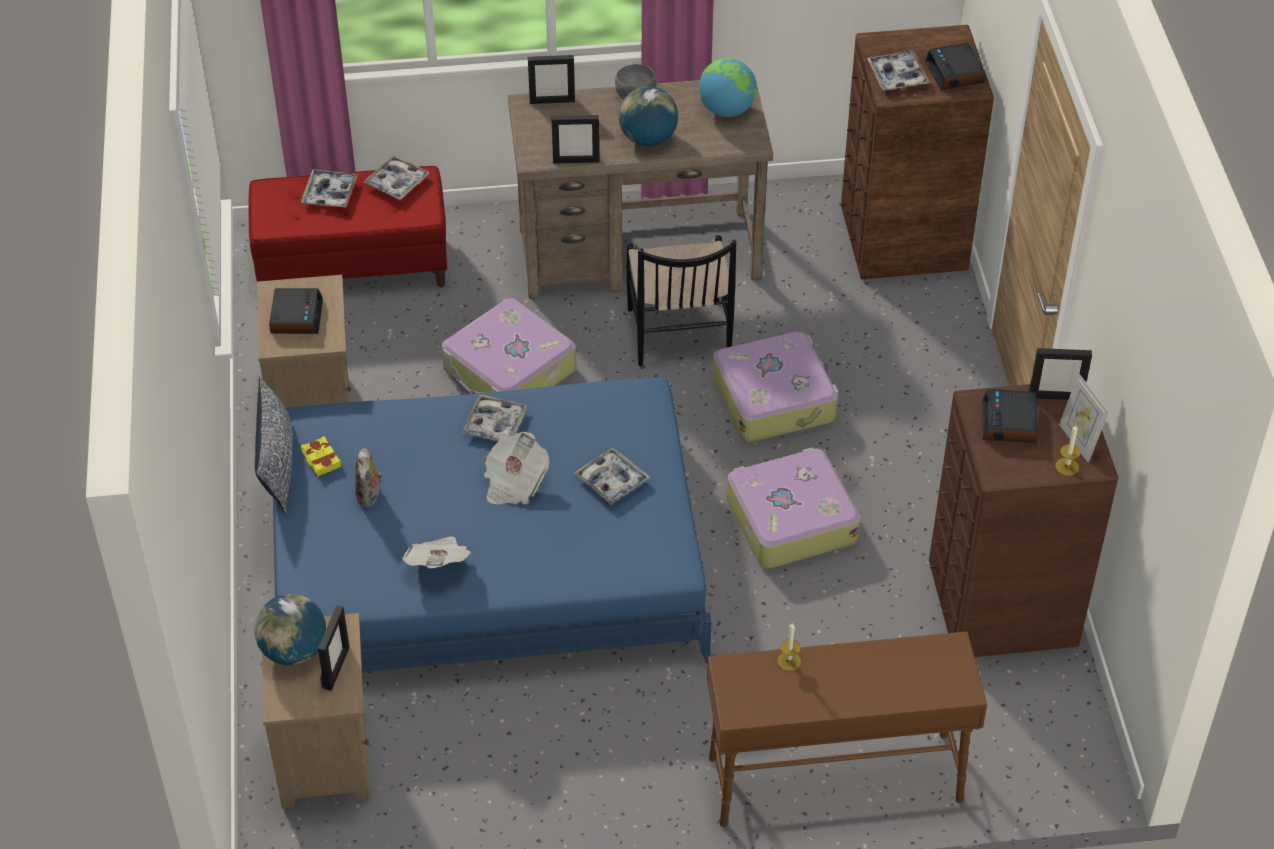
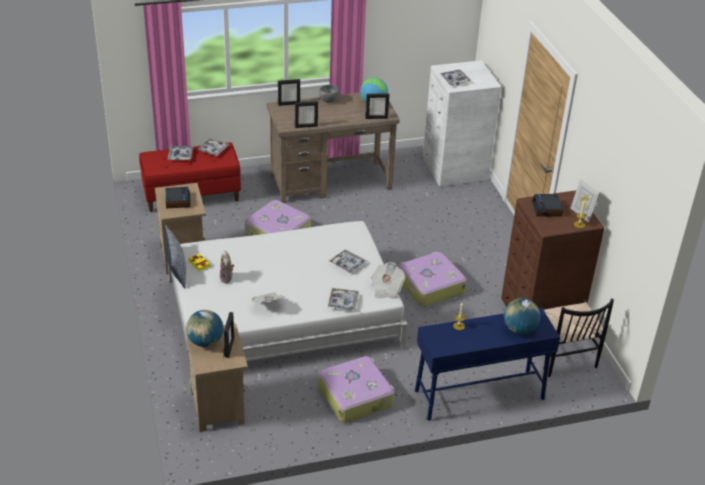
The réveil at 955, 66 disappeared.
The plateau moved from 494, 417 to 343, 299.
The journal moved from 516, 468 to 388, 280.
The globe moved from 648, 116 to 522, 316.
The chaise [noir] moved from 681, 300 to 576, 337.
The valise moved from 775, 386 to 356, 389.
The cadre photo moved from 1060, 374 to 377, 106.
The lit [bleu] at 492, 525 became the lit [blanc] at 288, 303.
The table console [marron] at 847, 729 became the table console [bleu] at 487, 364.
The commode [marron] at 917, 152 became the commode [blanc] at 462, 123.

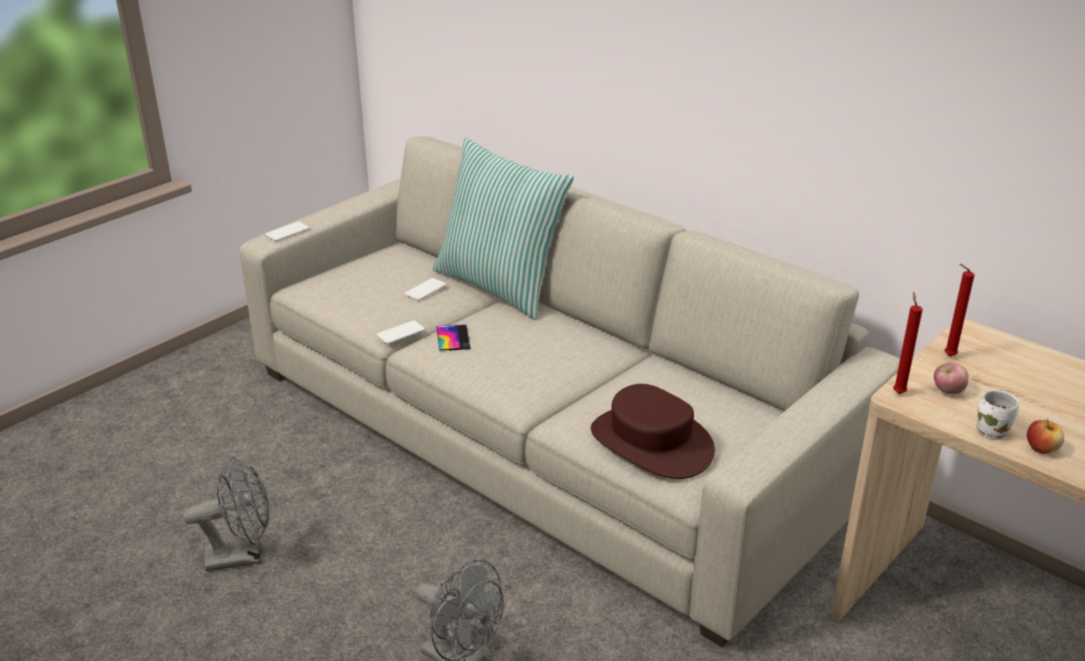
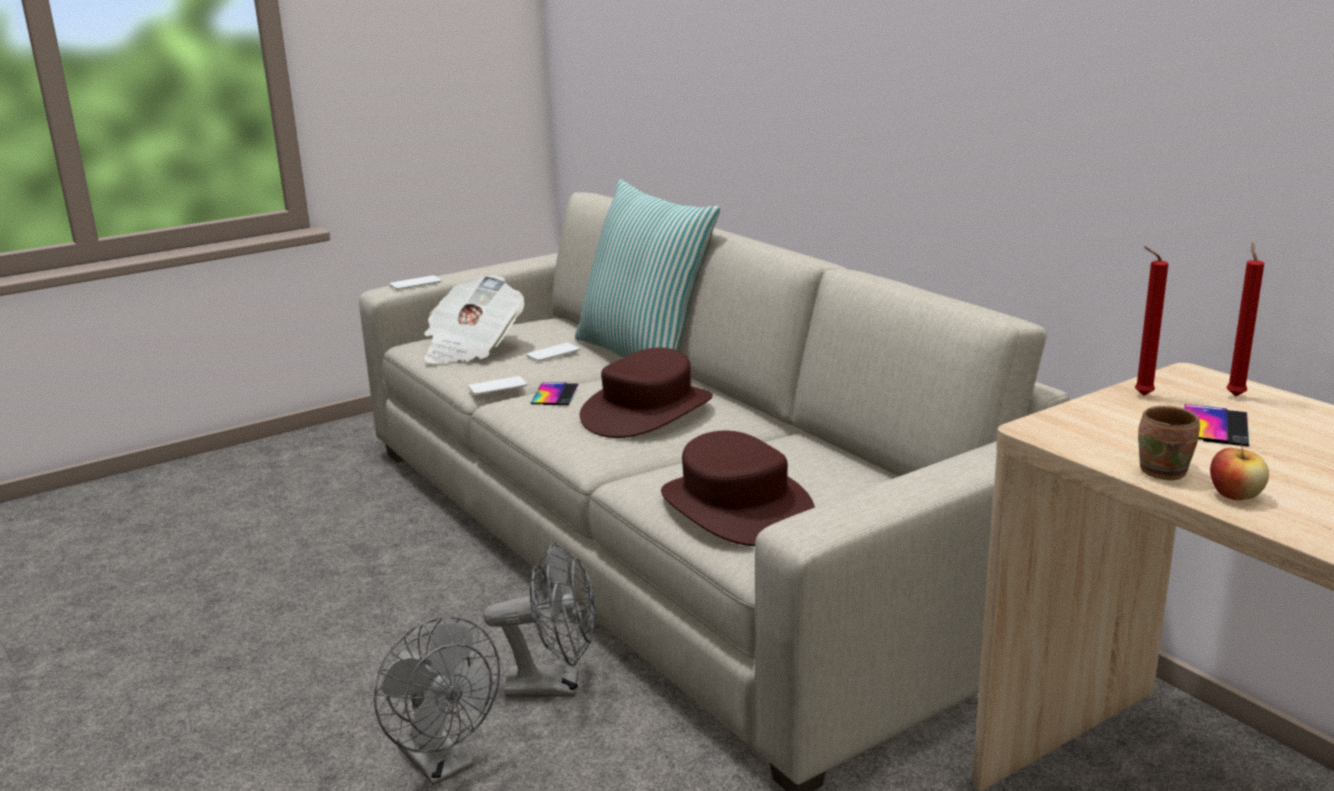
The pomme at 951, 378 disappeared.
The journal at 474, 319 appeared.
The chapeau [marron] at 646, 392 appeared.
The téléphone at 1216, 425 appeared.
The ventilateur [gris] moved from 226, 514 to 539, 620.
The bougie [rouge] moved from 907, 343 to 1245, 319.
The mug [blanc] at 998, 415 became the mug [marron] at 1169, 443.

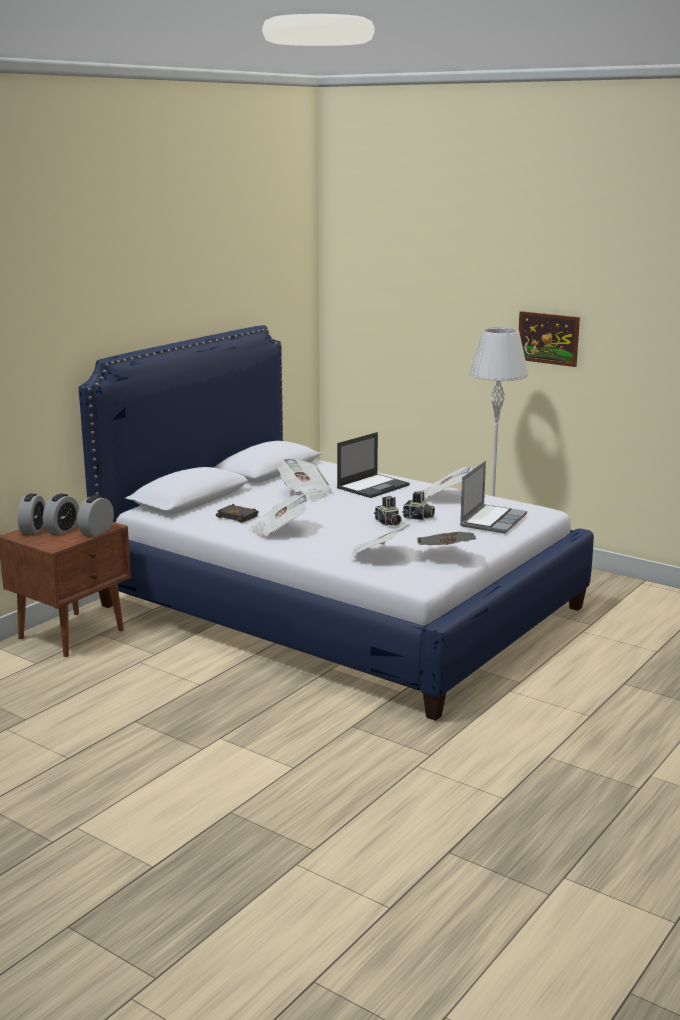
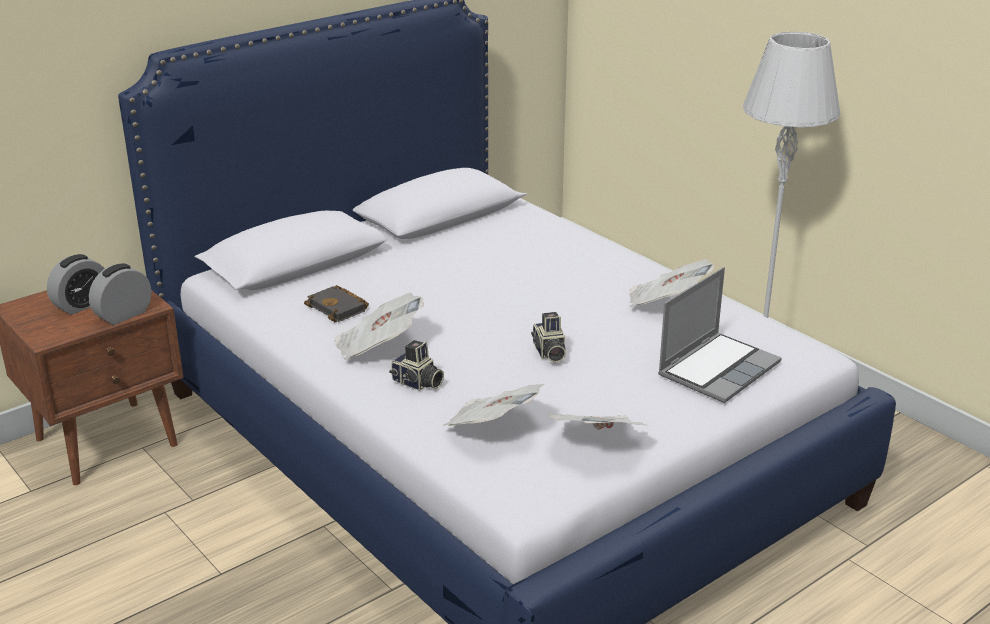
The réveil at 31, 514 disappeared.
The journal at 305, 479 disappeared.
The ordinateur portable at 373, 465 disappeared.
The tableau at 549, 339 disappeared.
The appareil photo moved from 418, 505 to 416, 365.

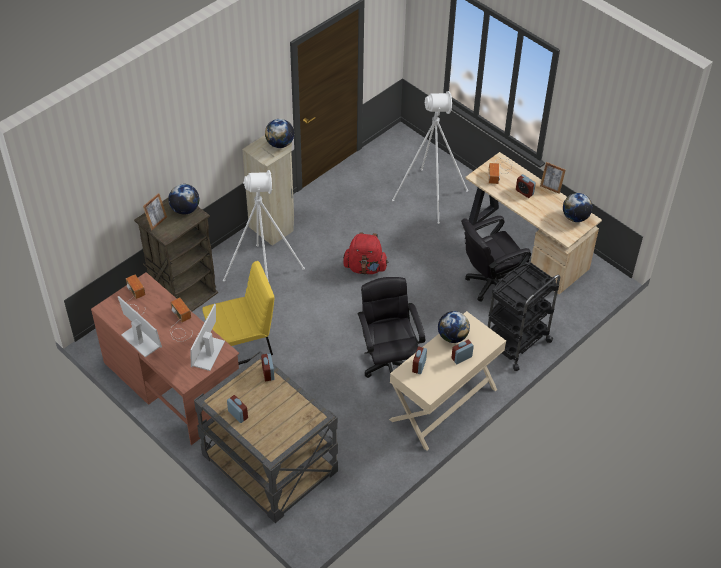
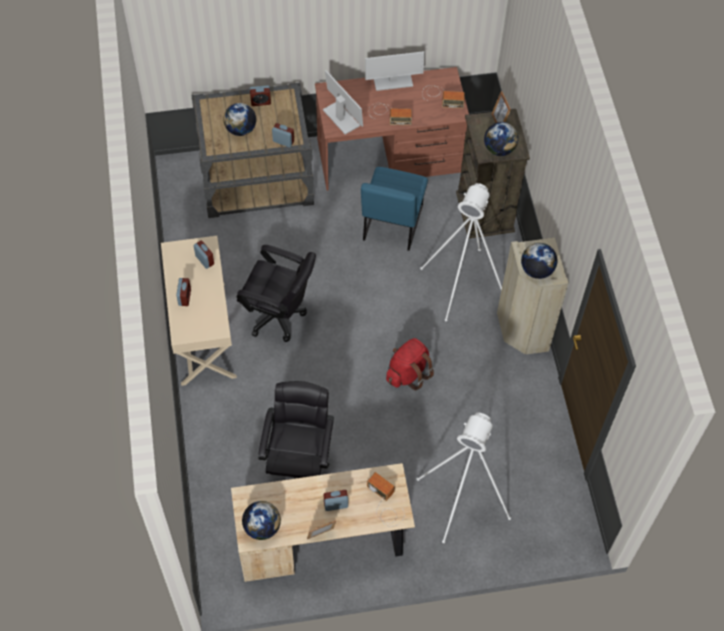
The chariot [noir] at 524, 316 disappeared.
The globe moved from 454, 327 to 240, 119.
The chaise [jaune] at 238, 313 became the chaise [bleu] at 394, 209.

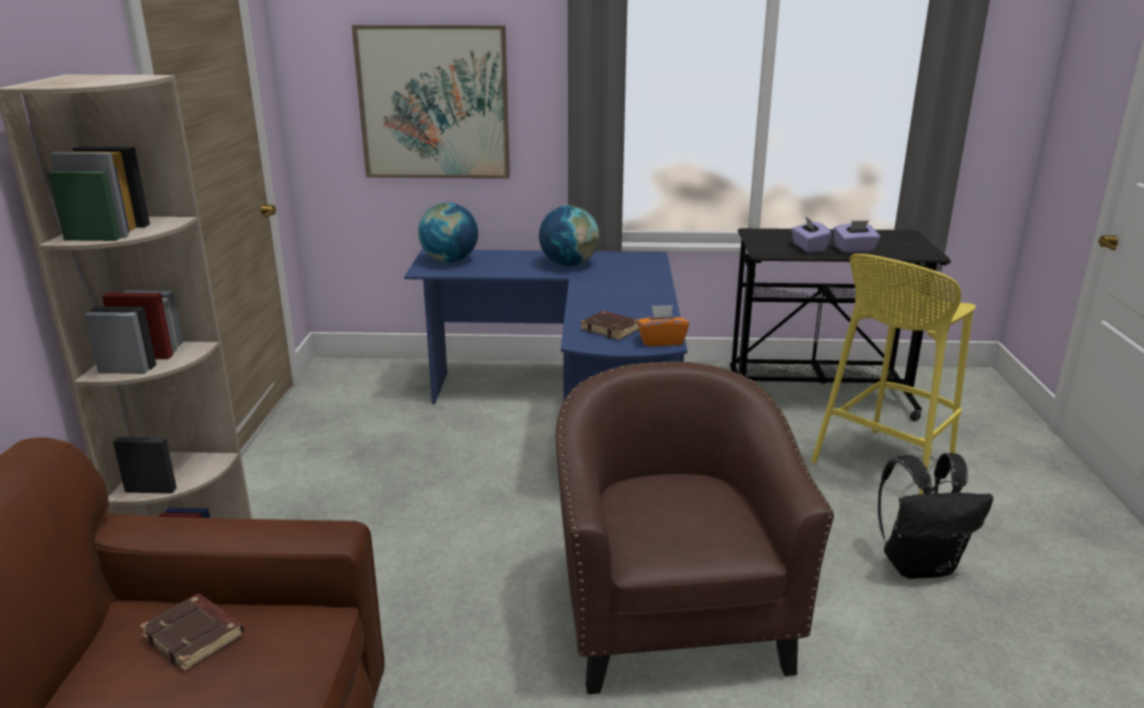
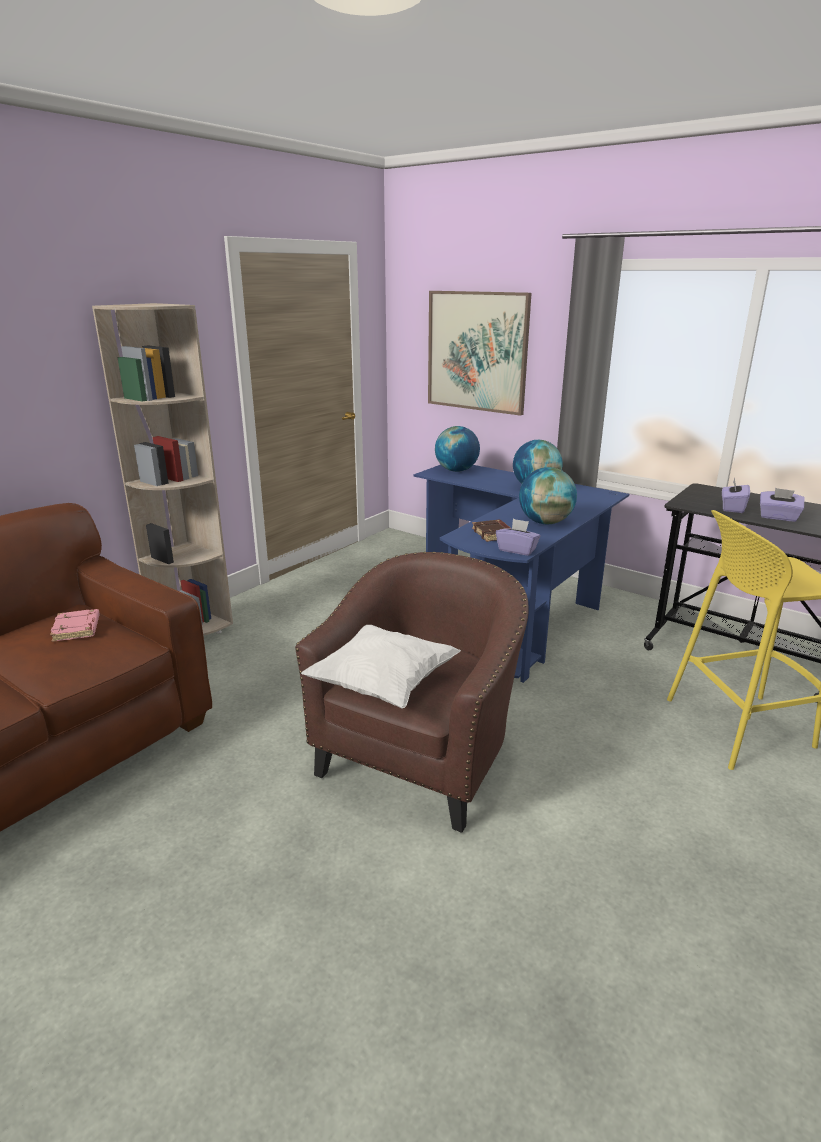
The sac à dos [noir] at 935, 516 disappeared.
The coussin [blanc] at 381, 667 appeared.
The globe at 548, 495 appeared.
The livre [marron] at 192, 632 became the livre [rose] at 75, 625.
The boîte à mouchoirs [orange] at 663, 325 became the boîte à mouchoirs [violet] at 518, 537.

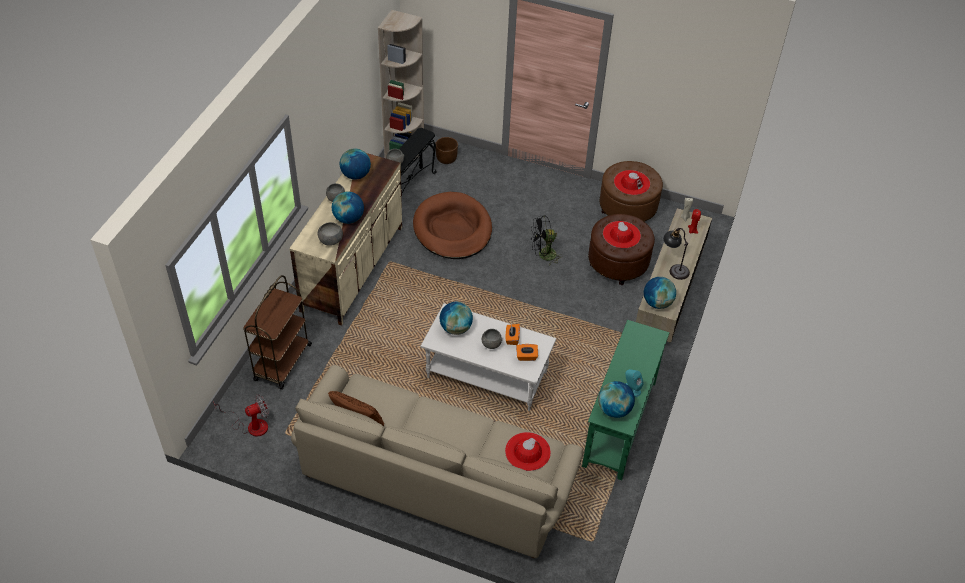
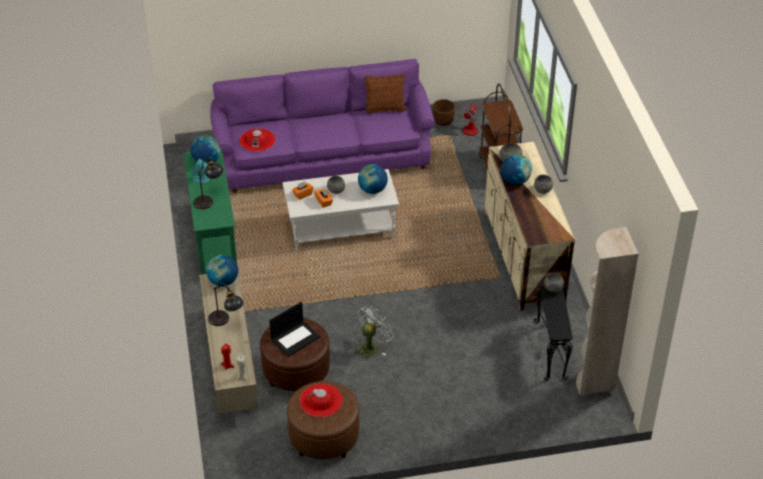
The globe at 355, 164 disappeared.
The panier pour chien [marron] at 452, 225 disappeared.
The lampe de table [gris] at 208, 183 appeared.
The cache-pot [marron] moved from 446, 150 to 444, 112.
The chapeau [rouge] at 622, 234 was replaced by the ordinateur portable at 294, 329.
The canapé [beige] at 437, 461 became the canapé [violet] at 322, 126.
The ventilateur [noir] at 547, 240 became the ventilateur [blanc] at 374, 331.

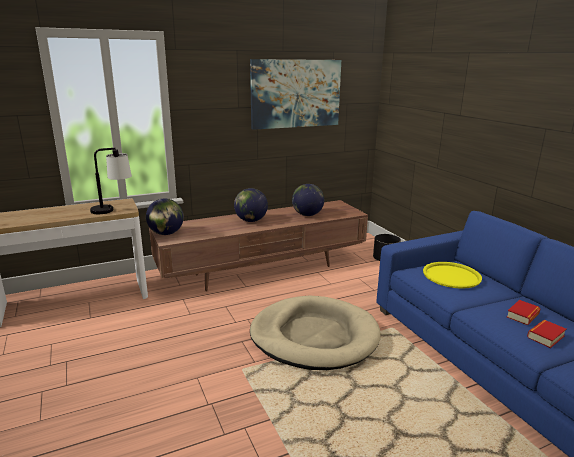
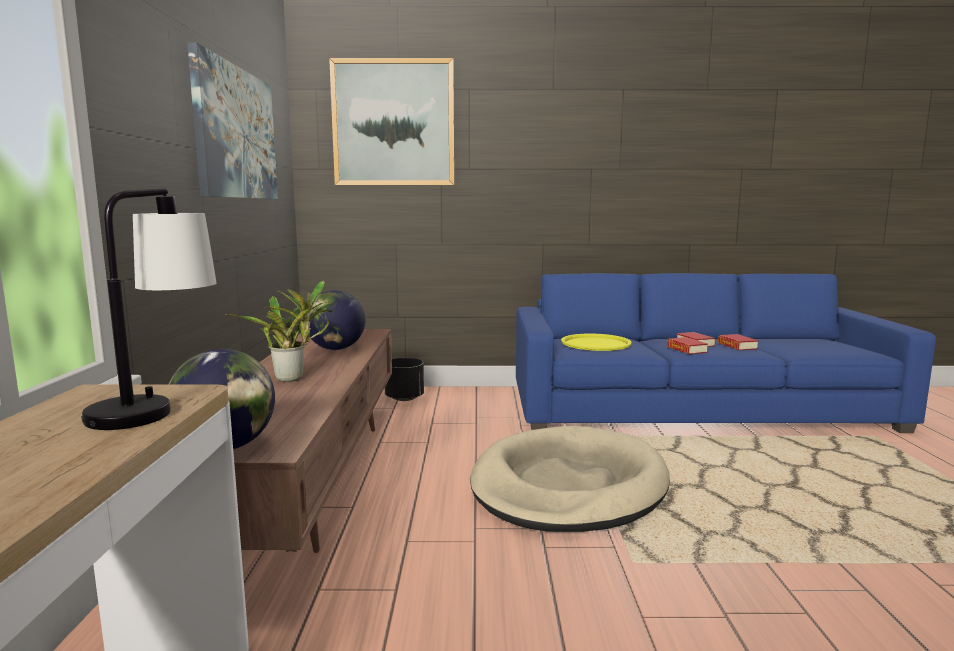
The tableau at 391, 121 appeared.
The livre at 687, 345 appeared.
The globe at 251, 205 was replaced by the plante en pot at 279, 331.

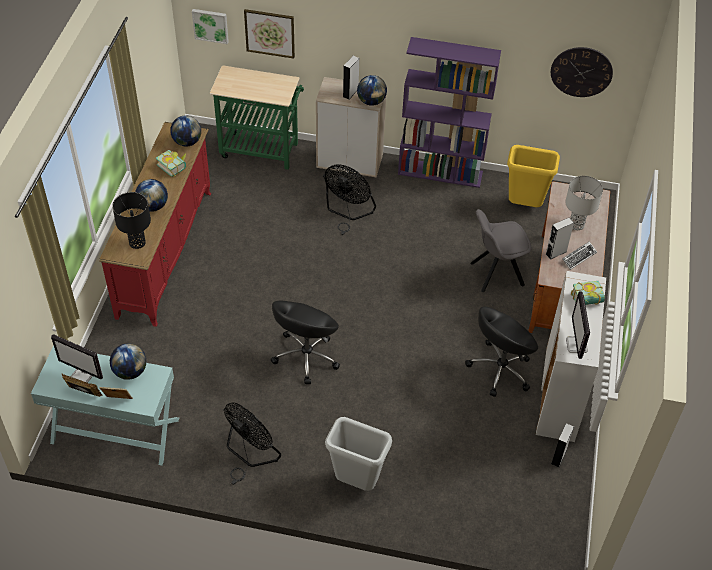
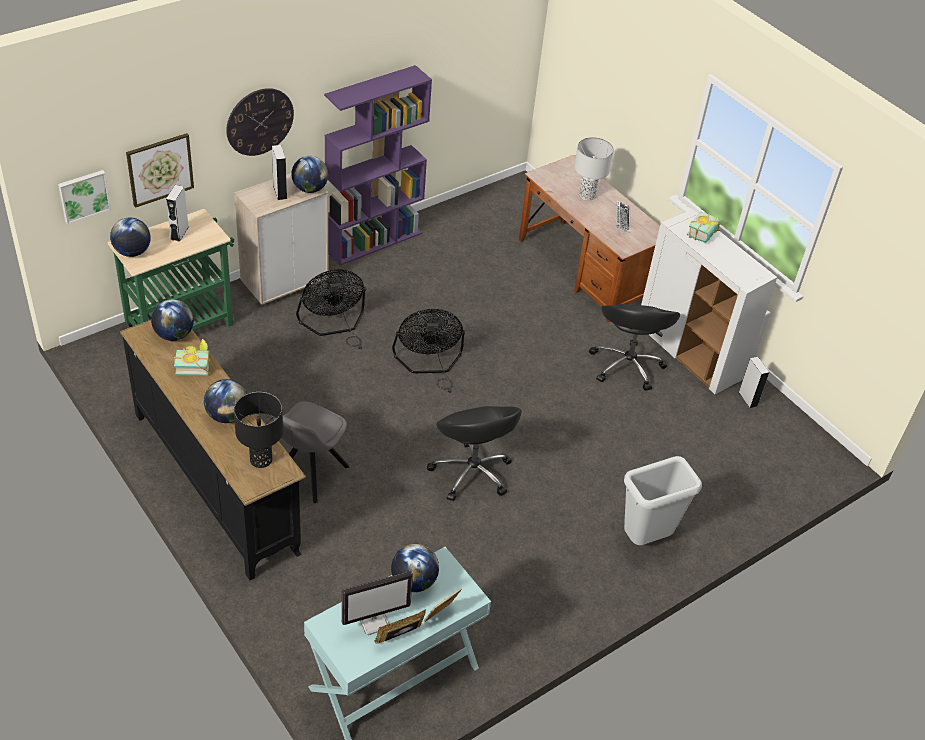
The poubelle [jaune] at 533, 176 disappeared.
The écran d'ordinateur at 578, 325 disappeared.
The globe at 130, 237 appeared.
The ventilateur [noir] moved from 252, 444 to 428, 351.
The chaise [gris] moved from 501, 251 to 310, 452.
The enceinte [gris] moved from 560, 239 to 177, 213.
The horloge murale moved from 582, 72 to 260, 122.
The commode [rouge] at 155, 224 became the commode [noir] at 213, 450.

